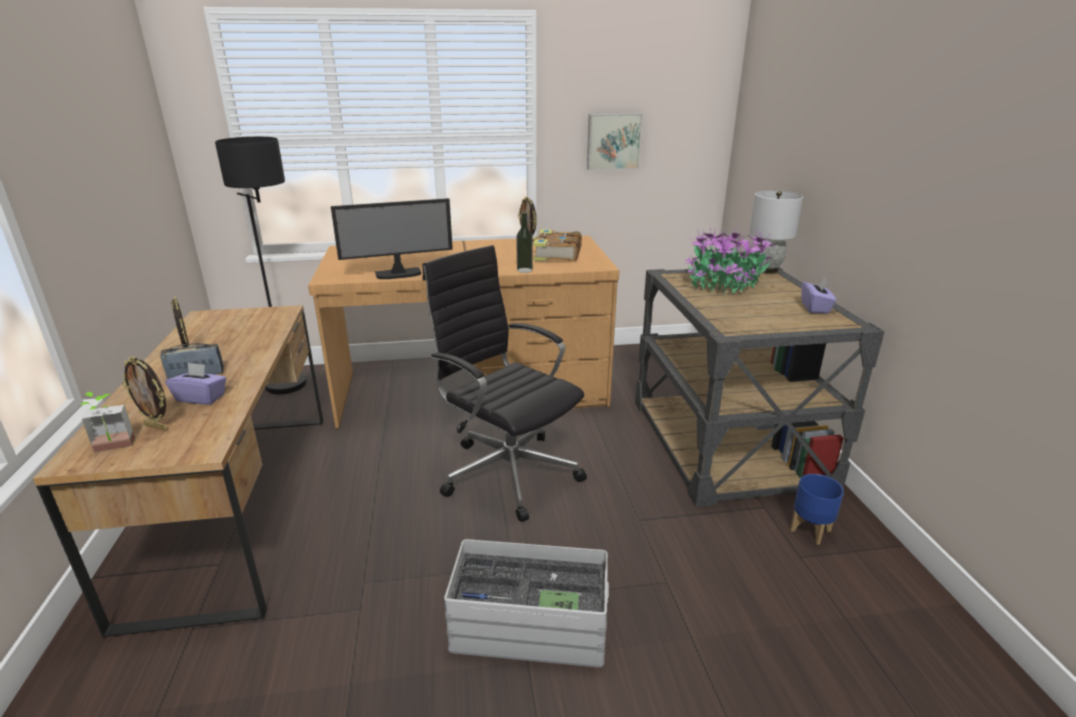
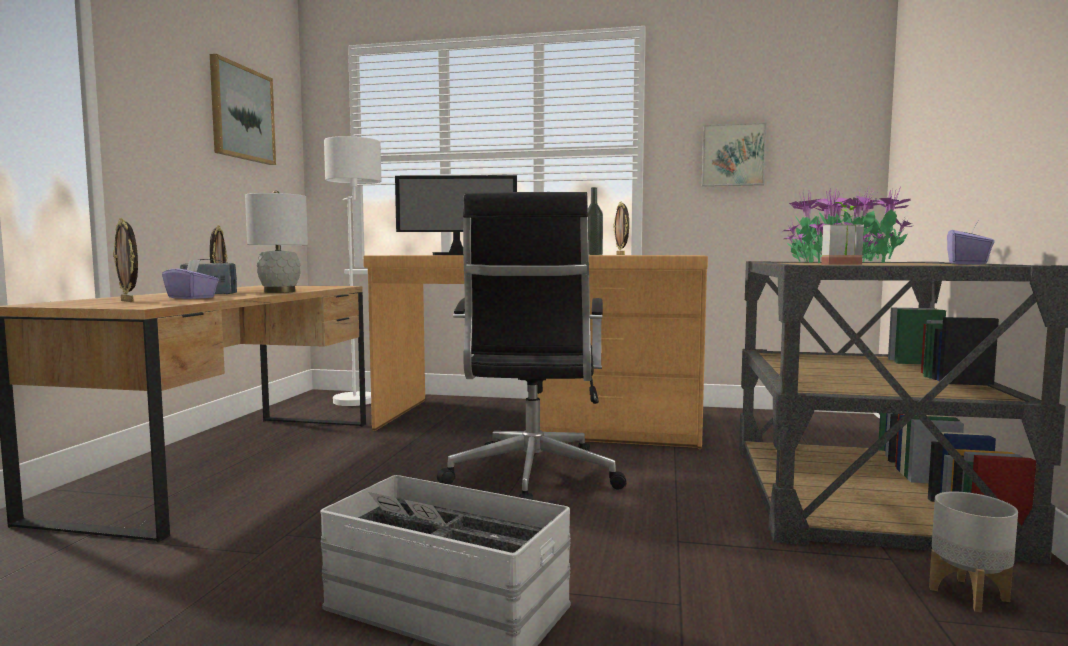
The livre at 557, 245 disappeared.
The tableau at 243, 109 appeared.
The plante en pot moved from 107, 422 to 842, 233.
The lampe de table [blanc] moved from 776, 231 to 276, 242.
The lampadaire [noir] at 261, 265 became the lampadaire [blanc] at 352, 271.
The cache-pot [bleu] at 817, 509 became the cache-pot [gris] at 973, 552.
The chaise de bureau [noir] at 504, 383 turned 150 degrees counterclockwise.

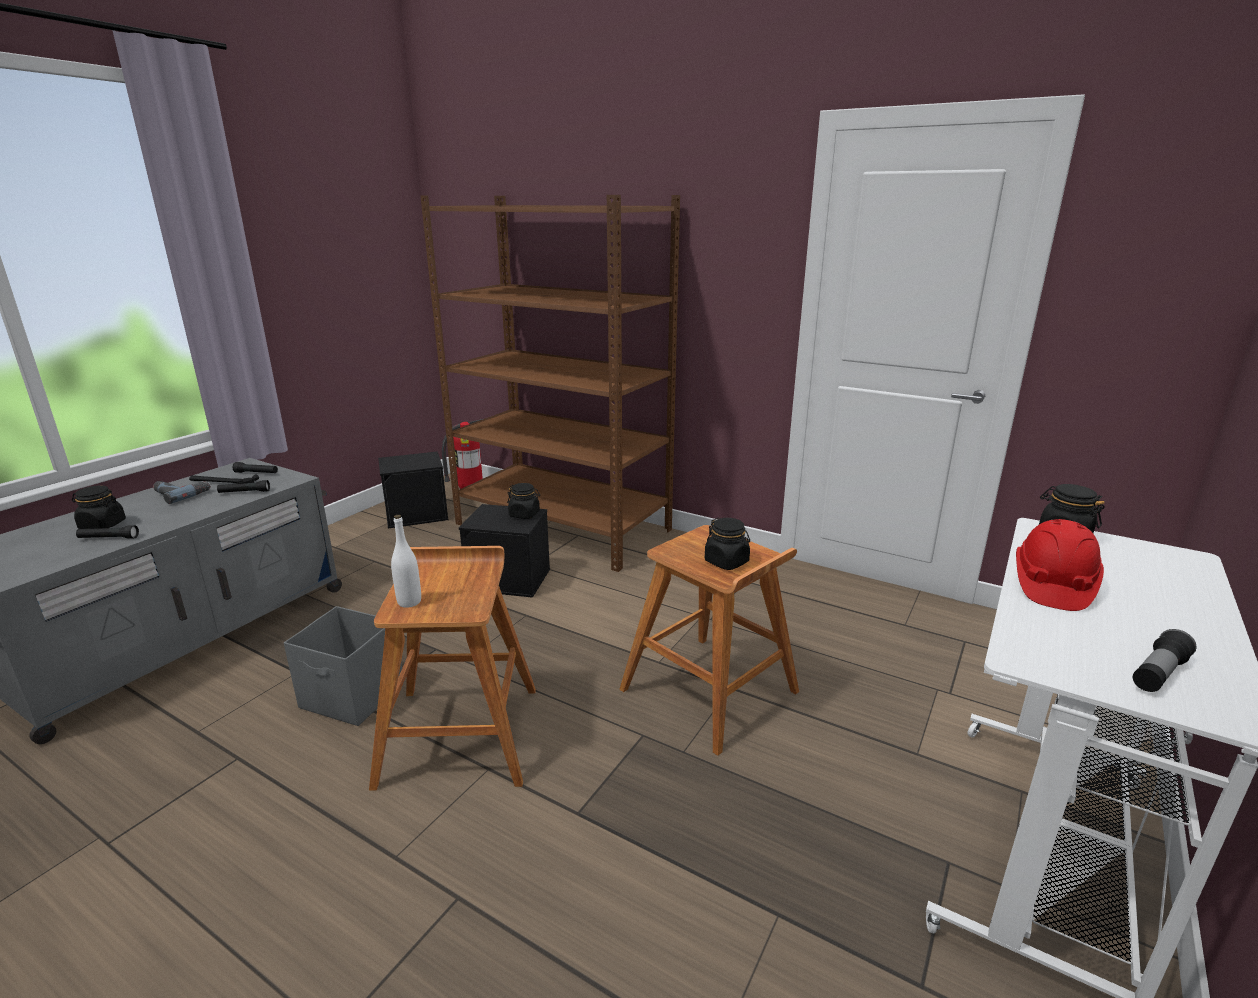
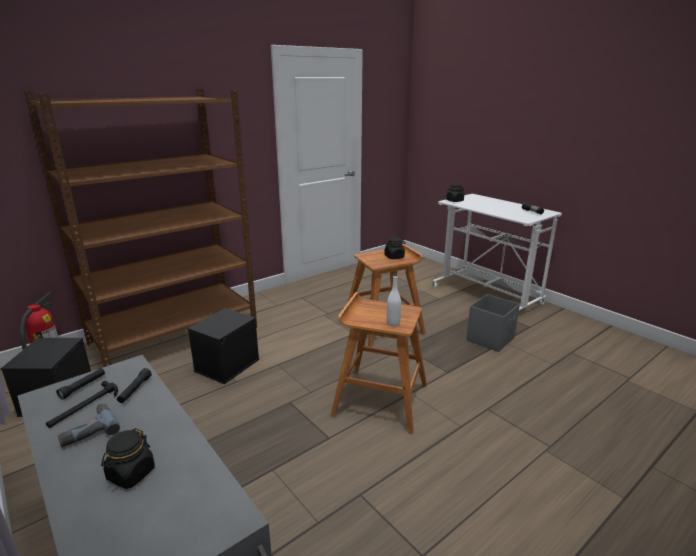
The lampe de poche [noir] at 107, 532 disappeared.
The bocal [noir] at 523, 501 disappeared.
The casque de chantier [rouge] at 1060, 565 disappeared.
The boîte de rangement [gris] moved from 344, 666 to 493, 323.

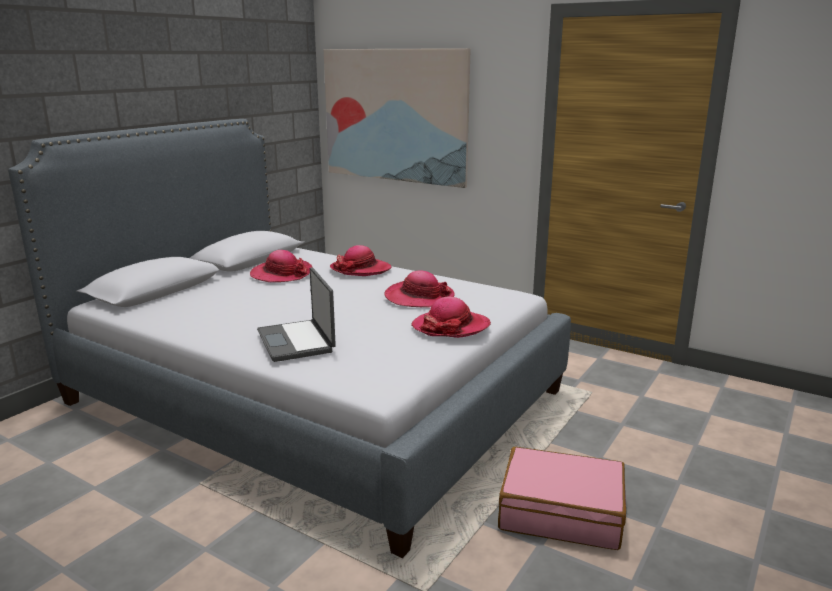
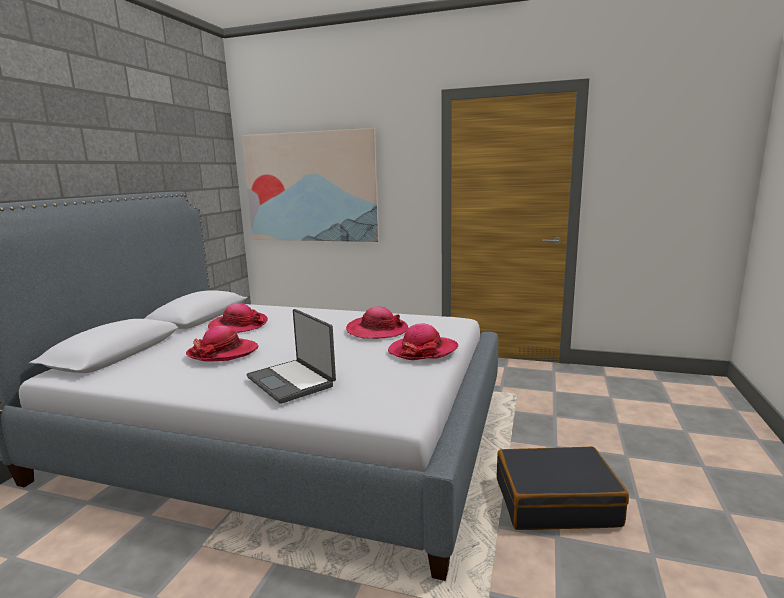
The chapeau moved from 361, 260 to 222, 344.
The valise [rose] at 562, 498 became the valise [noir] at 563, 488.

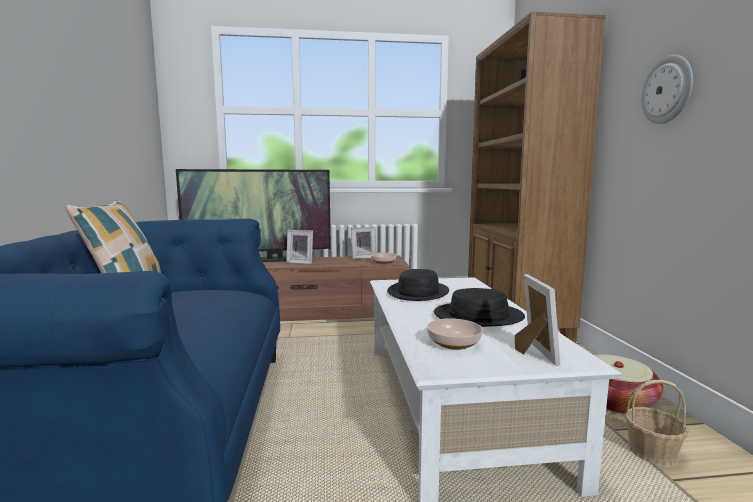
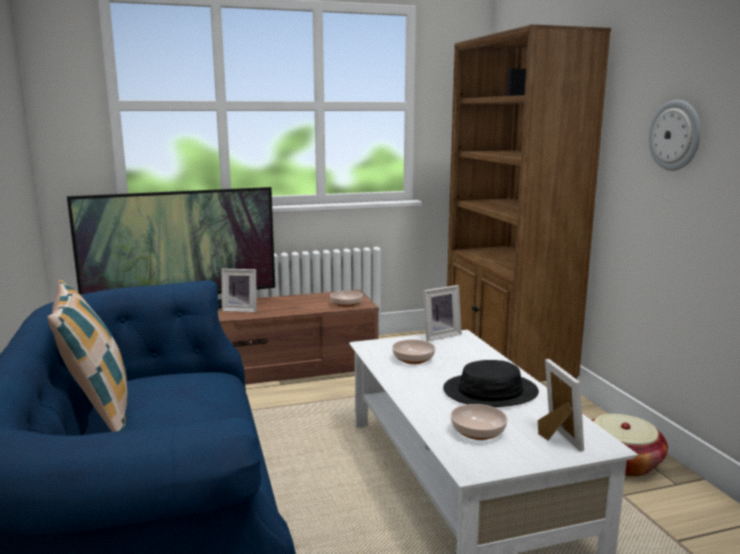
The panier at 657, 423 disappeared.
The cadre photo moved from 364, 243 to 442, 313.
The chapeau [noir] at 418, 285 was replaced by the bol at 414, 352.

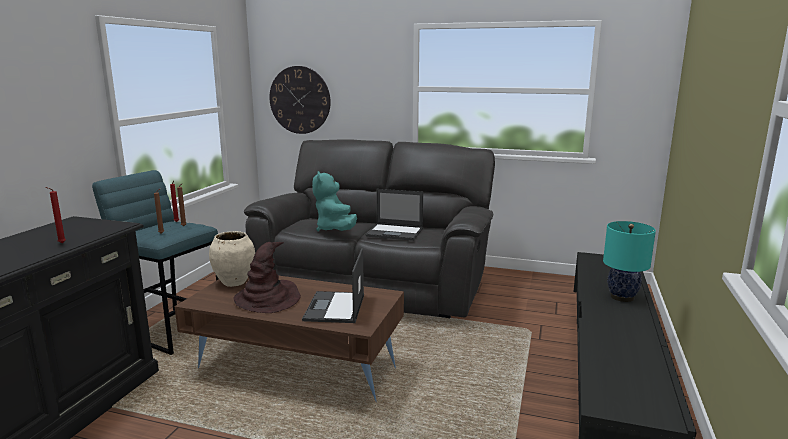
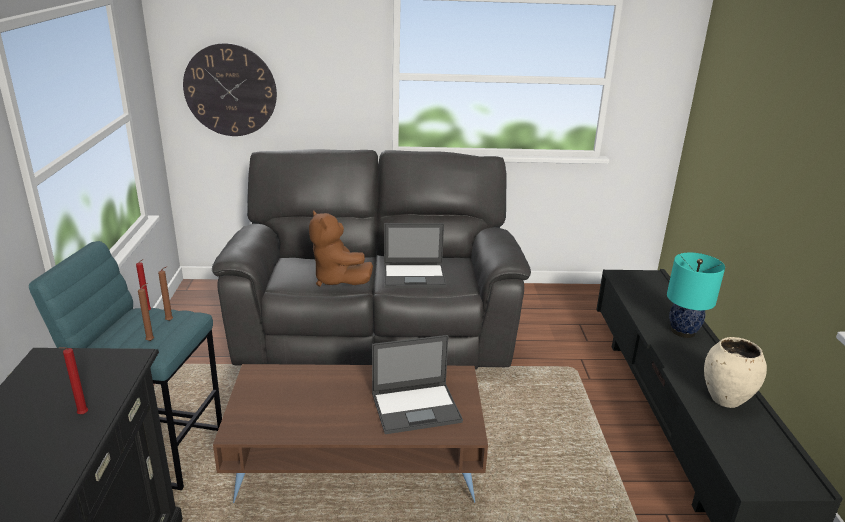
The chapeau [marron] at 267, 277 disappeared.
The vase [beige] moved from 232, 259 to 735, 372.
The peluche [turquoise] at 334, 201 became the peluche [marron] at 341, 248.
The ordinateur portable at 333, 285 turned 90 degrees counterclockwise.

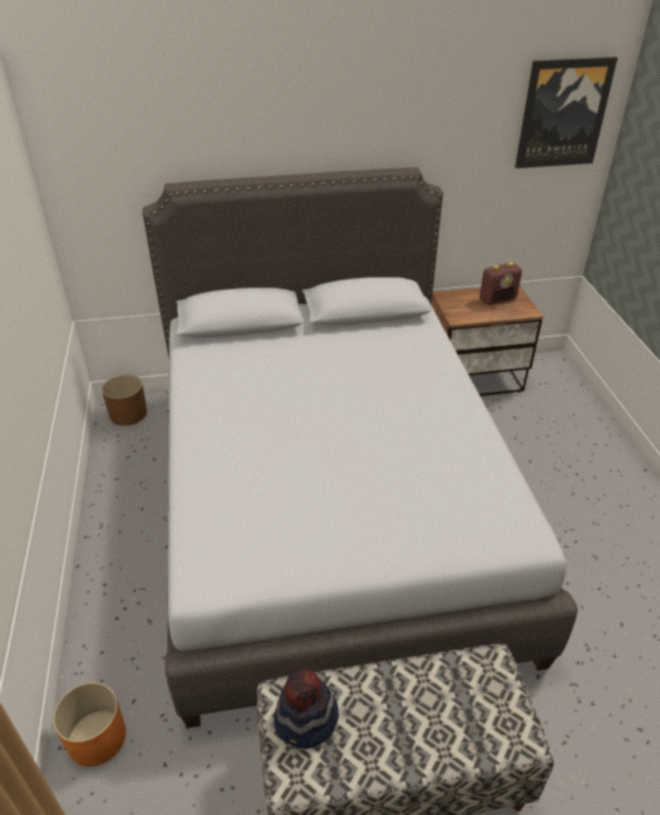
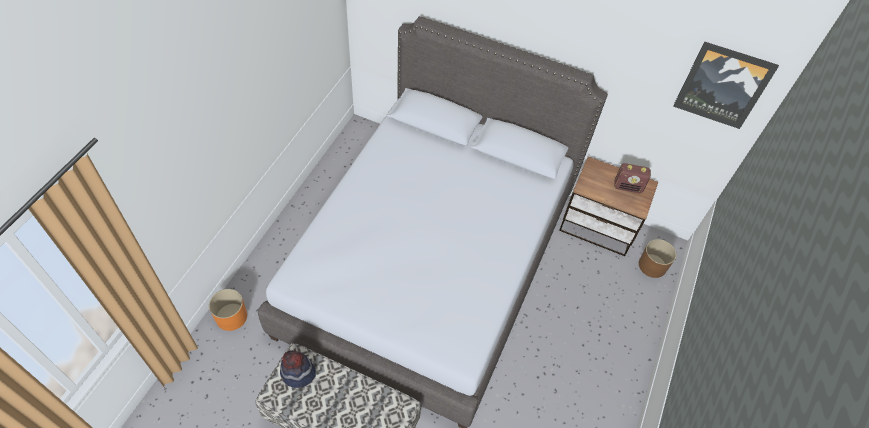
The cache-pot [marron] moved from 124, 400 to 657, 258.

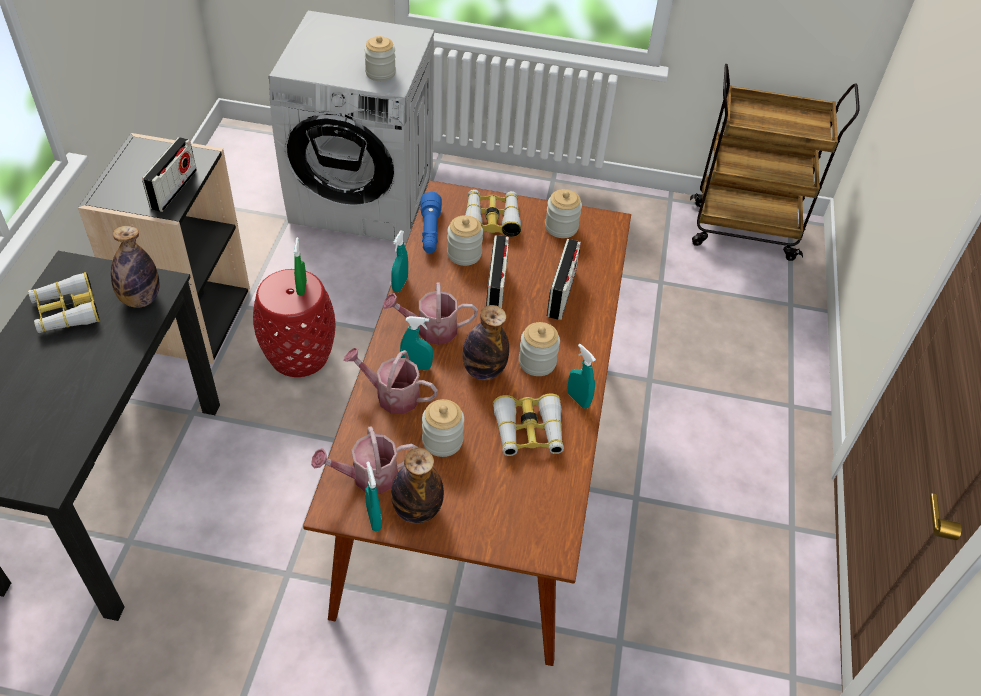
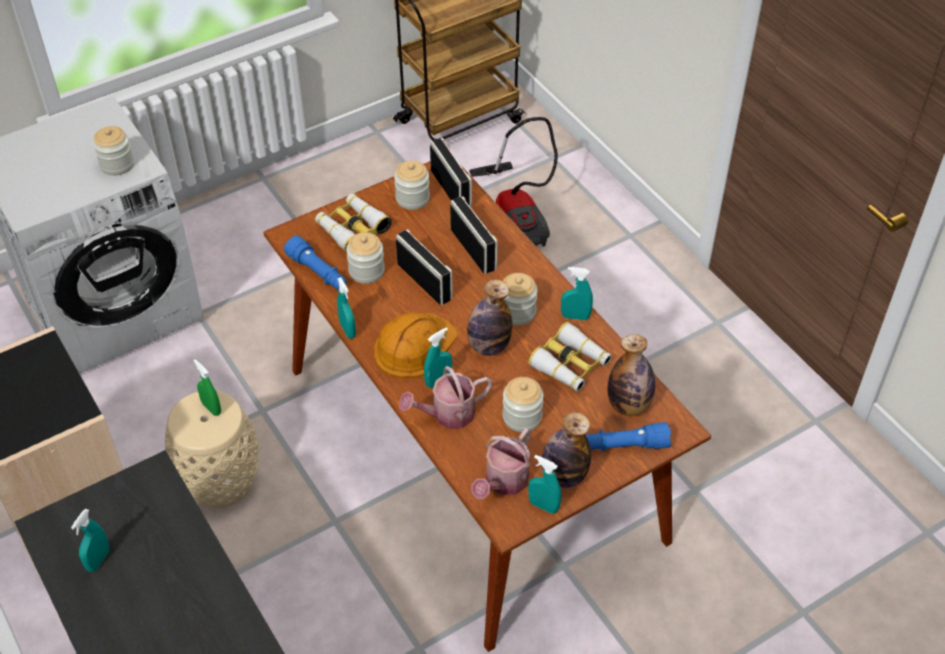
The aspirateur at 513, 182 appeared.
The lampe de poche [bleu] at 628, 437 appeared.
The bouteille moved from 135, 267 to 631, 375.
The radio moved from 169, 174 to 451, 173.
The jumelles at 64, 302 was replaced by the vaporisateur [turquoise] at 90, 540.
The arrosoir at 430, 314 was replaced by the casque de chantier [orange] at 416, 345.
The tabouret [rouge] at 294, 323 became the tabouret [beige] at 211, 449.

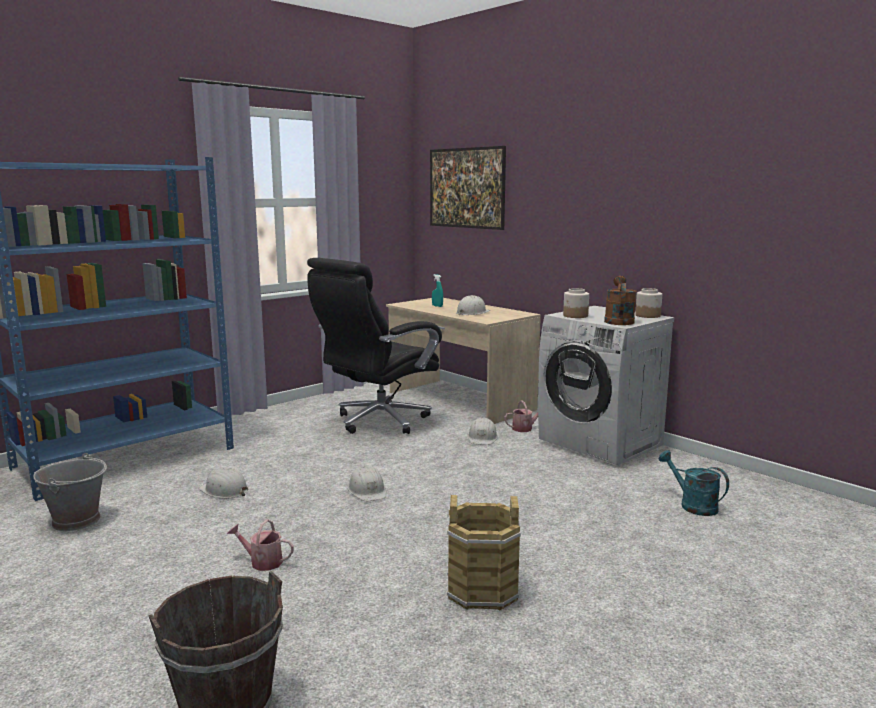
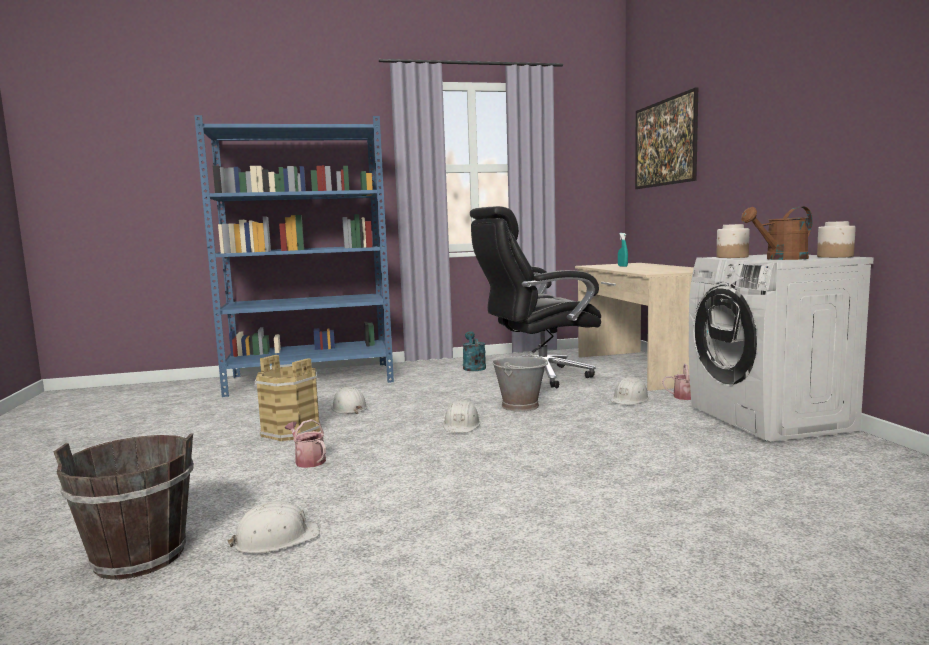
The seau [gris] moved from 70, 492 to 520, 381.
The seau [marron] moved from 484, 552 to 288, 398.
The casque de chantier [blanc] moved from 473, 305 to 274, 527.
The arrosoir [turquoise] moved from 694, 483 to 474, 351.
The arrosoir [marron] at 620, 300 turned 150 degrees counterclockwise.

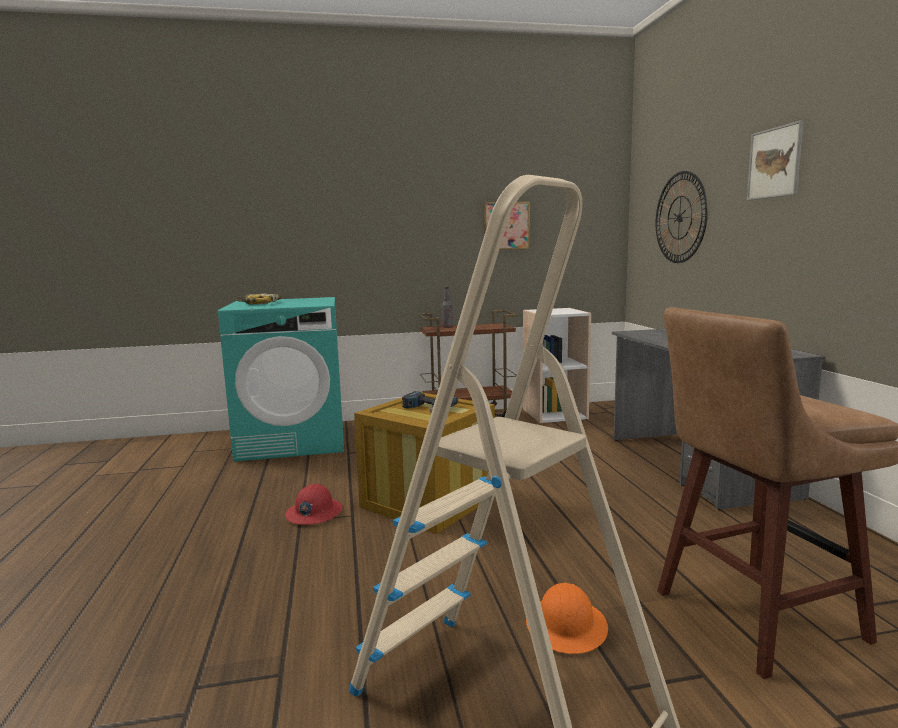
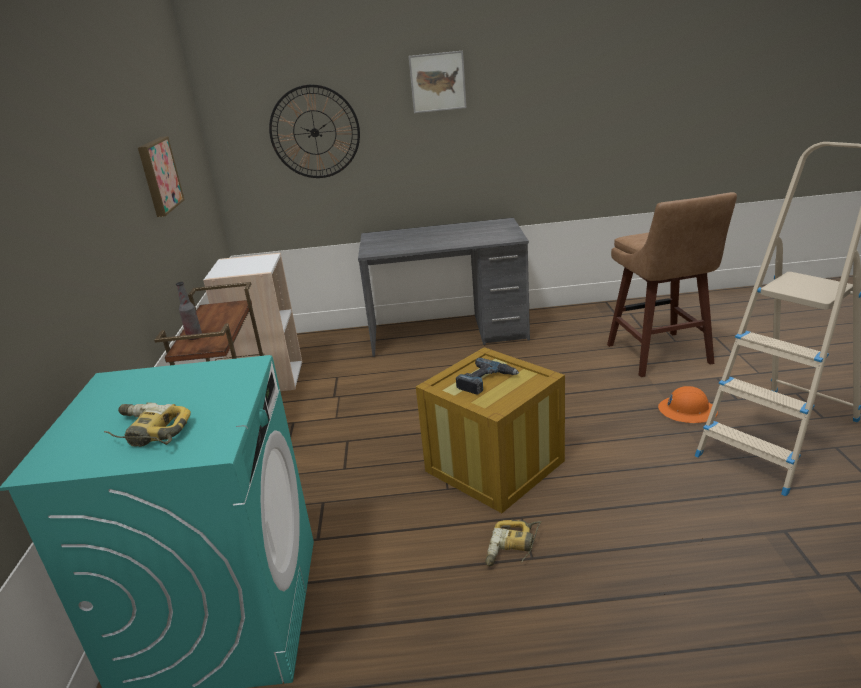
The casque de chantier [rouge] at 313, 504 was replaced by the perceuse at 513, 543.

